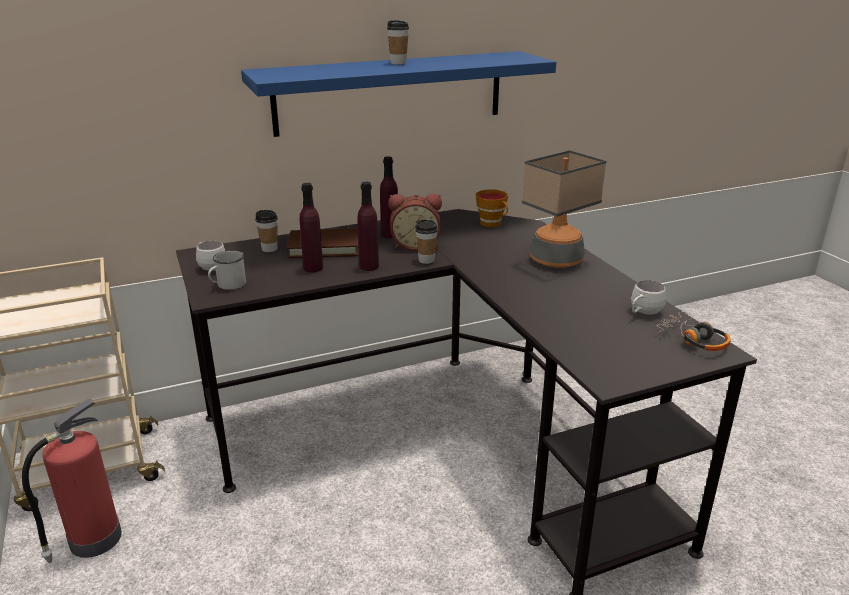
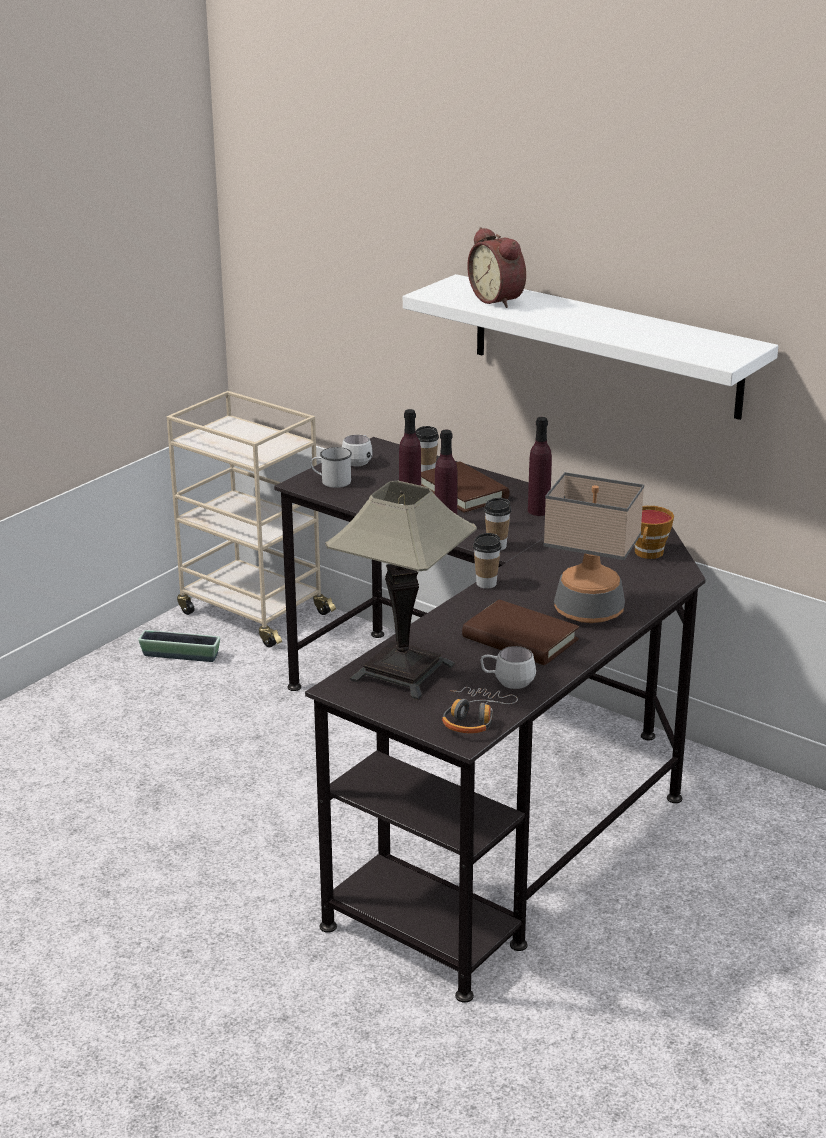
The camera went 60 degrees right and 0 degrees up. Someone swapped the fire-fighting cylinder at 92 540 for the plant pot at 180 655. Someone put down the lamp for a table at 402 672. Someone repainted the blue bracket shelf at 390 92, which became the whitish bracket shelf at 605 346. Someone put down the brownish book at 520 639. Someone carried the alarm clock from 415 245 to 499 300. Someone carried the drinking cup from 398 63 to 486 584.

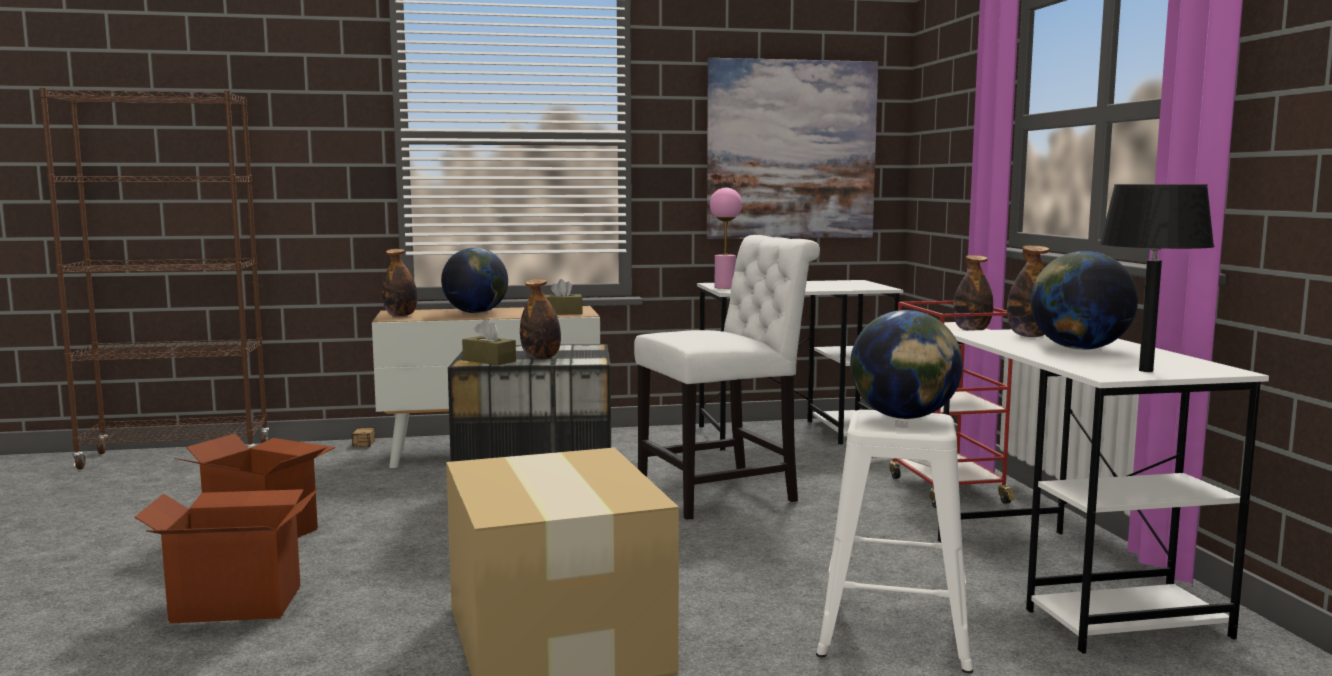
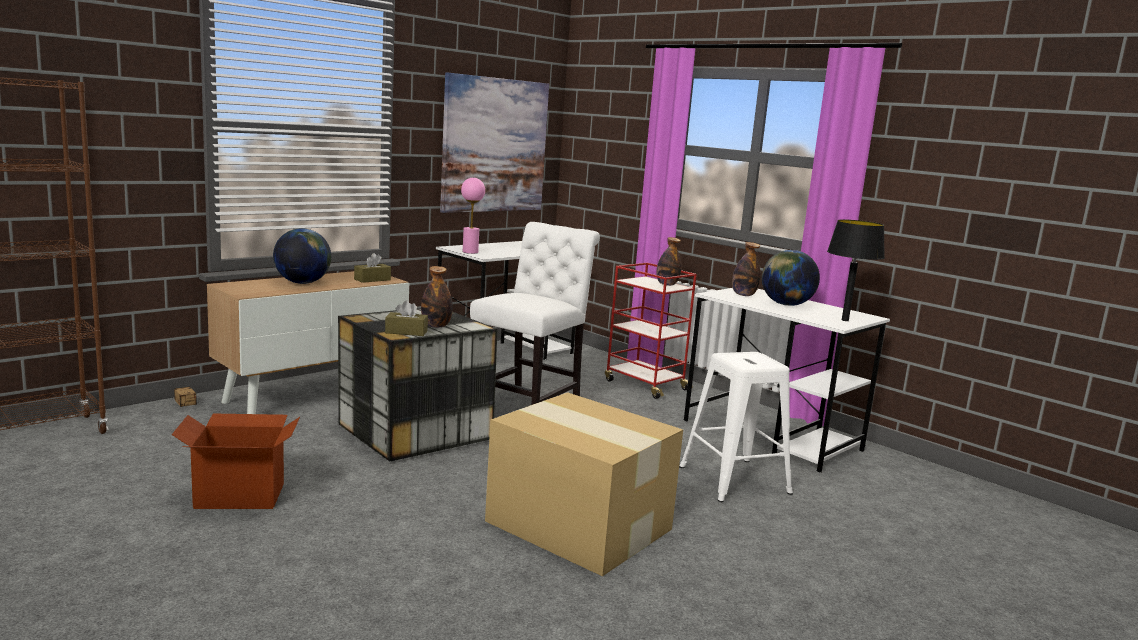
The camera went 35 degrees left and 5 degrees up. Someone took away the cardboard box at 237 603. Someone took away the bottle at 401 315. Someone took away the globe at 904 417.

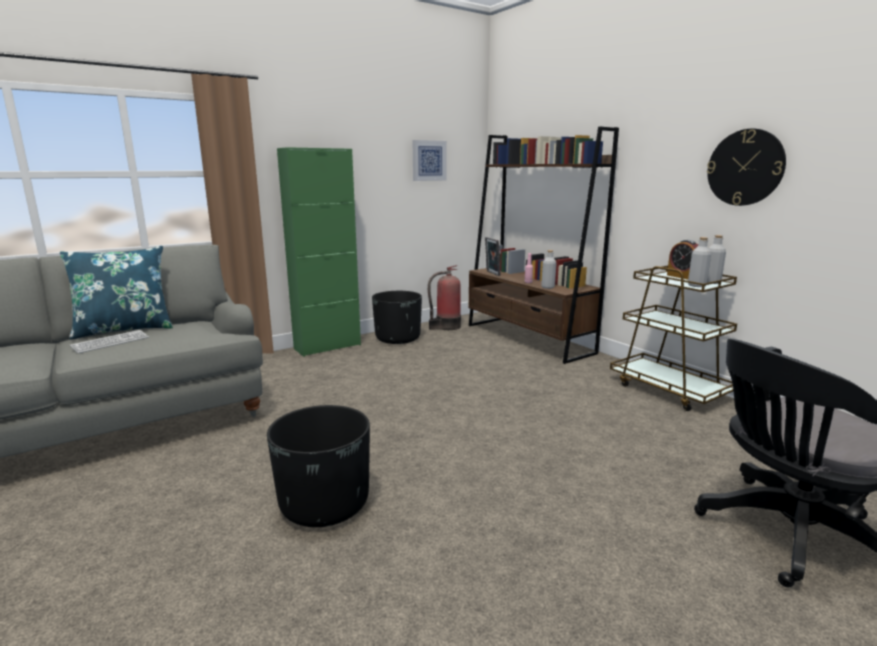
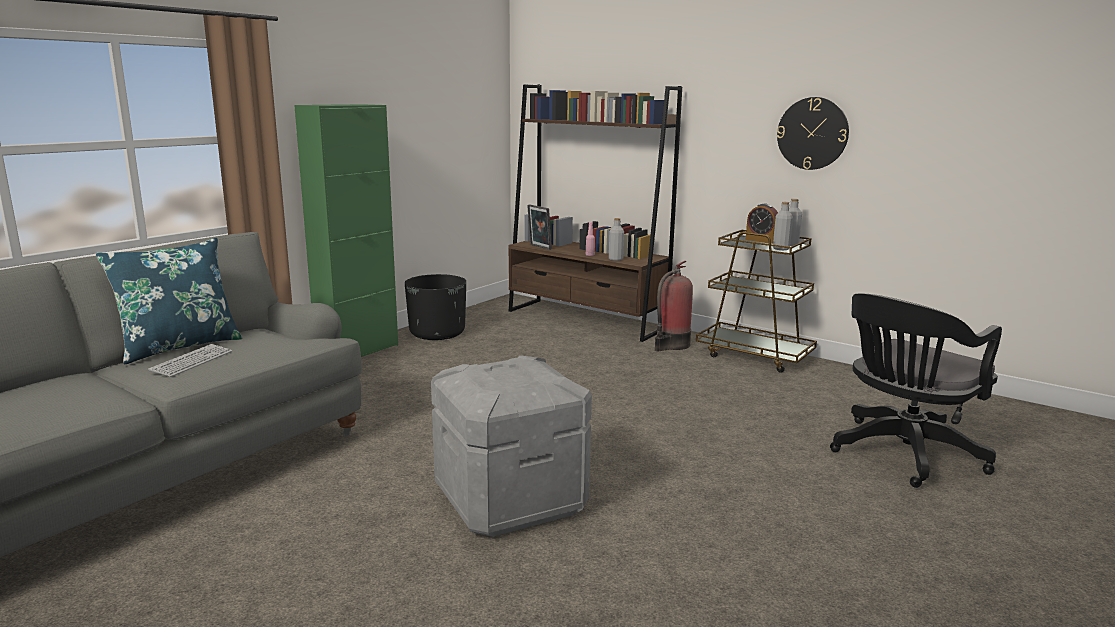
The camera went 20 degrees left and 0 degrees up. Someone swapped the black-coloured plant pot at 324 504 for the grey storage box at 509 500. Someone carried the fire-fighting cylinder from 446 327 to 671 345. Someone took away the wall art at 429 160.

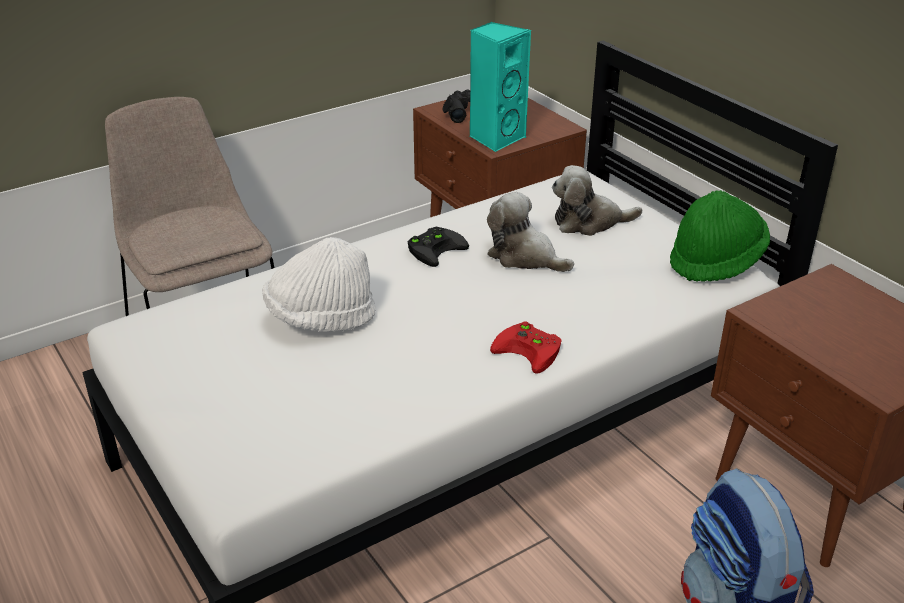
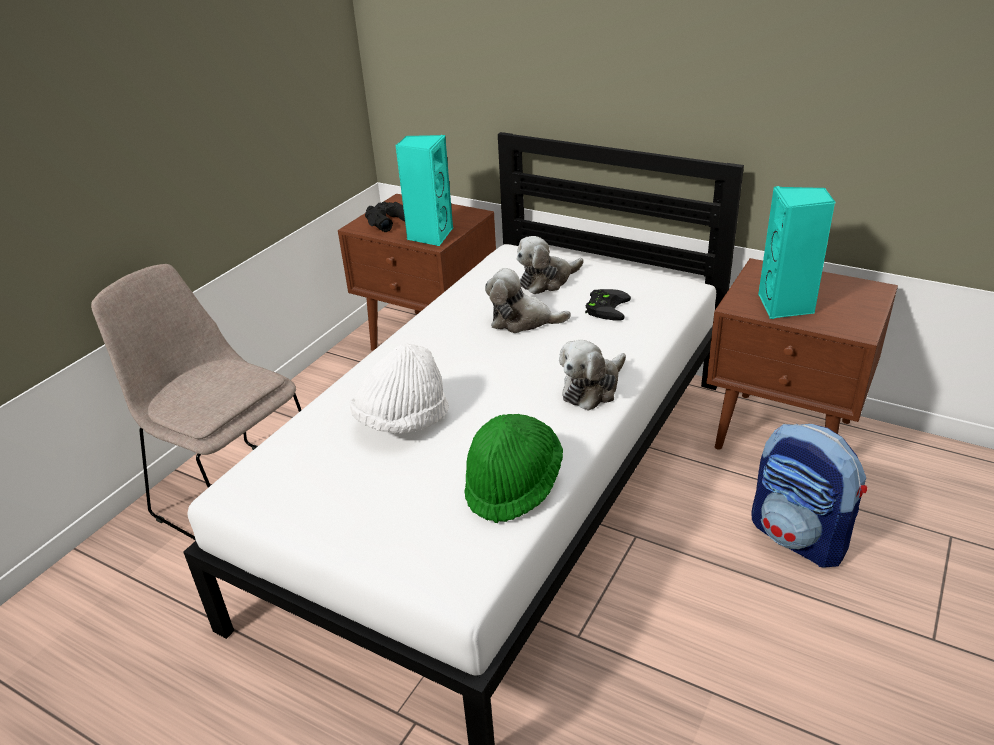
The camera went 25 degrees left and 0 degrees up. Someone carried the green-coloured clothing hat from 716 261 to 513 485. Someone swapped the red game controller at 531 350 for the plush toy at 592 388. Someone carried the black-coloured game controller from 435 248 to 605 307. Someone put down the turquoise audio speaker at 786 306.

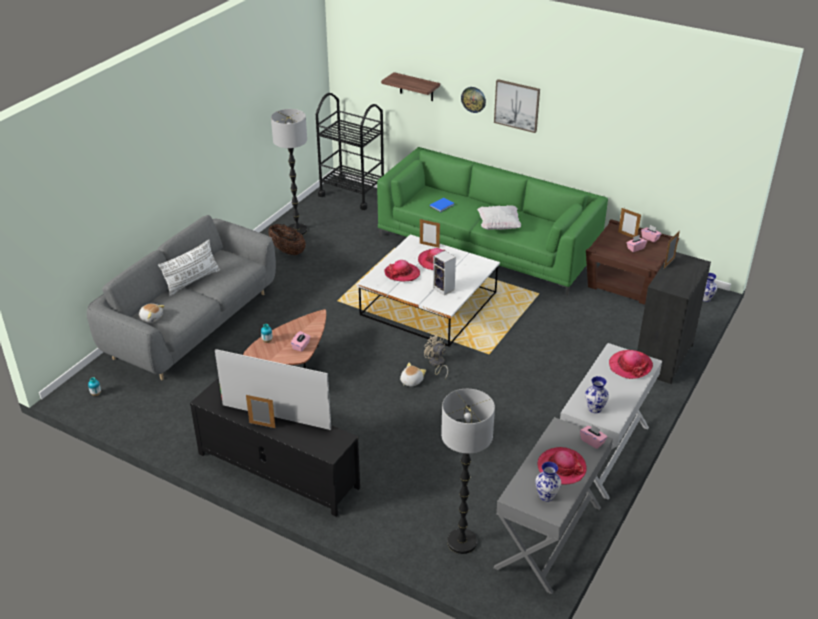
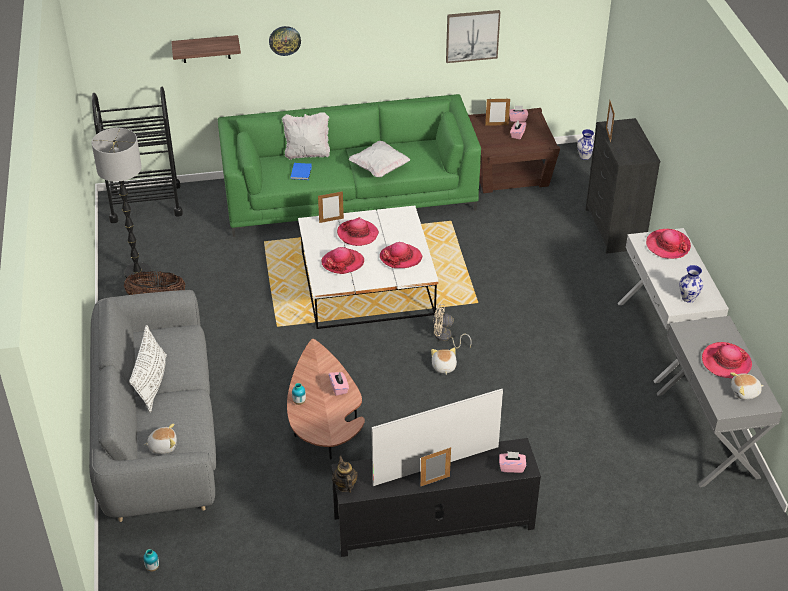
The camera went 40 degrees left and 5 degrees up. Someone put down the whitish cushion at 307 154. Someone put down the teapot at 345 485. Someone swapped the audio speaker at 444 289 for the clothing hat at 400 258. Someone carried the wall art from 517 105 to 472 35. Someone carried the pink-coloured tissue holder from 592 441 to 511 467. Someone swapped the vase at 546 496 for the plush toy at 745 392. Someone took away the standing lamp at 462 542.

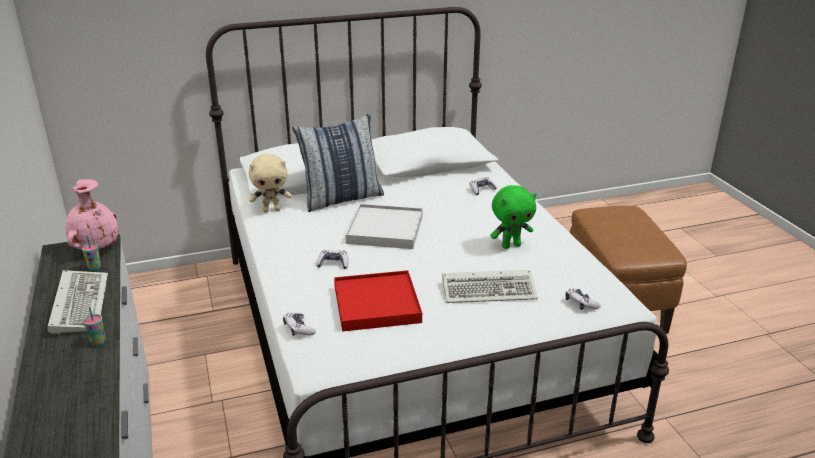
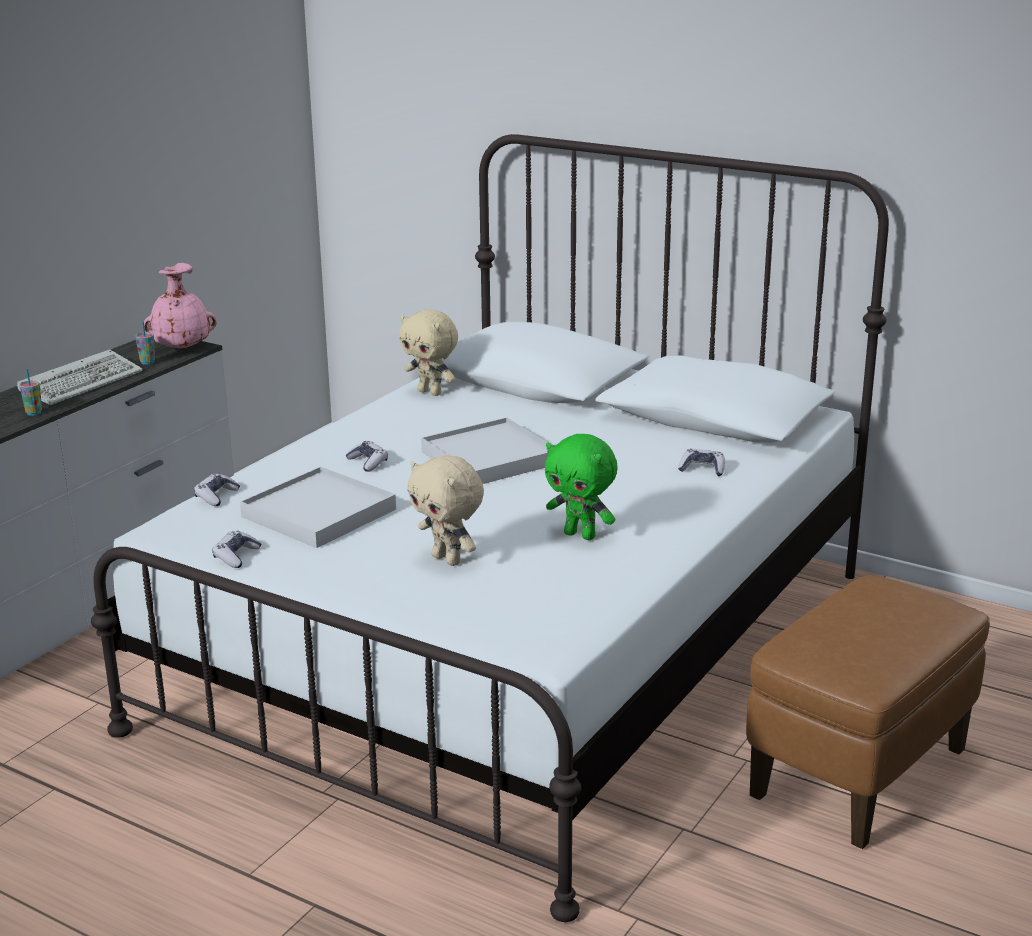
The camera went 50 degrees right and 5 degrees down. Someone carried the game controller from 581 303 to 236 556. Someone repainted the red tray at 376 304, which became the whitish tray at 318 513. Someone swapped the keyboard at 491 290 for the sand-coloured plush toy at 448 559. Someone took away the cushion at 341 198.

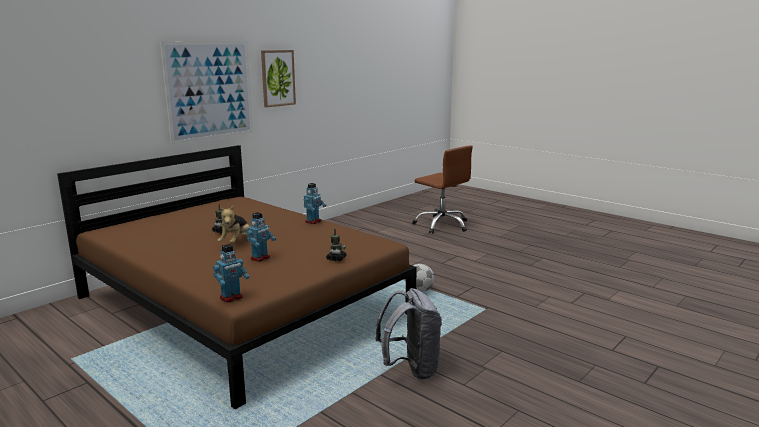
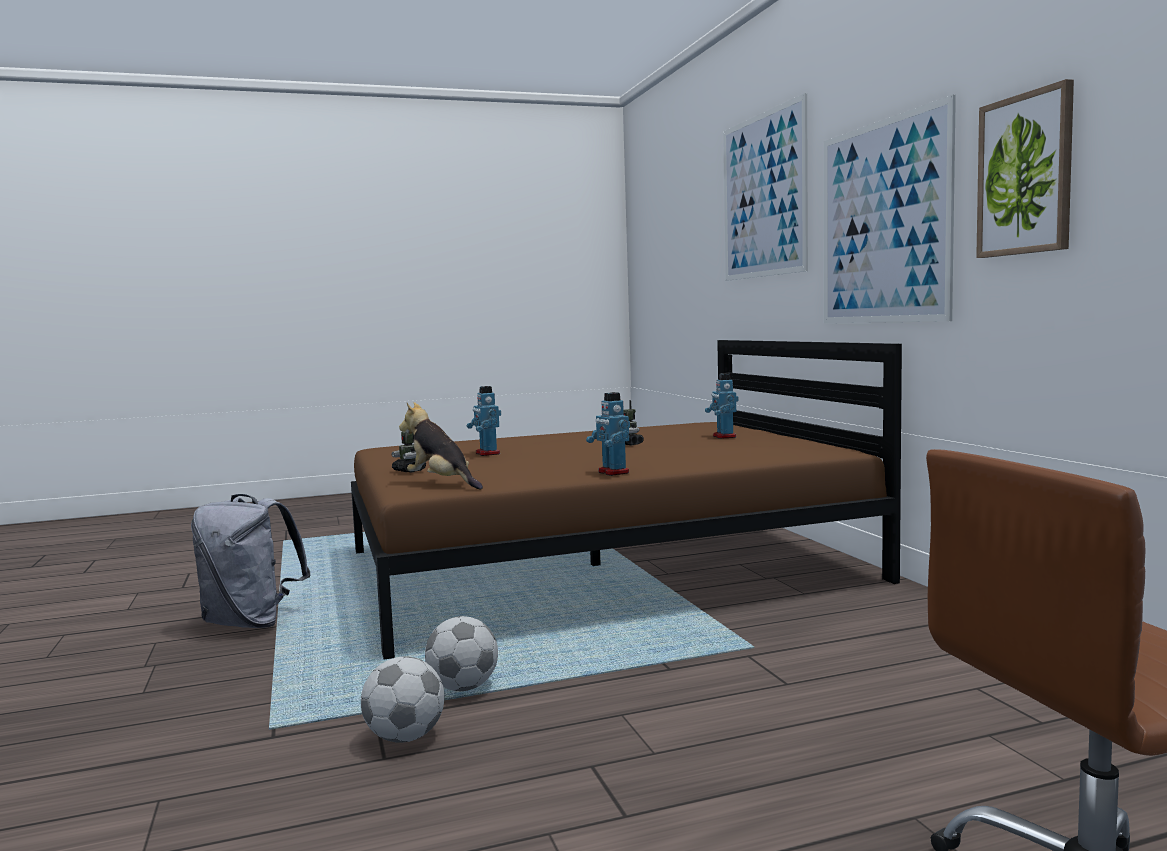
The camera went 120 degrees right and 10 degrees down. Someone put down the ball for football at 405 738. Someone carried the plush toy from 236 242 to 442 483. Someone carried the robot figure from 231 298 to 724 437. Someone put up the wall art at 763 196.

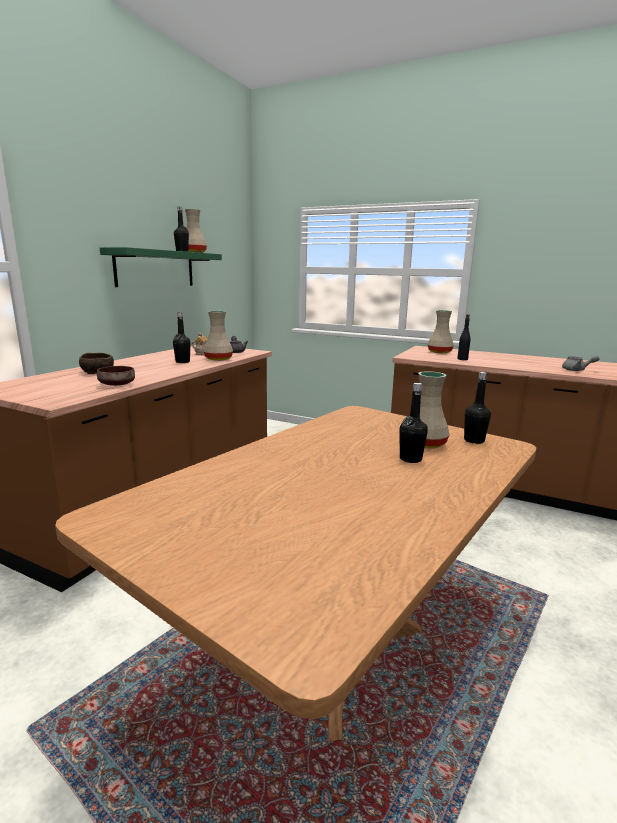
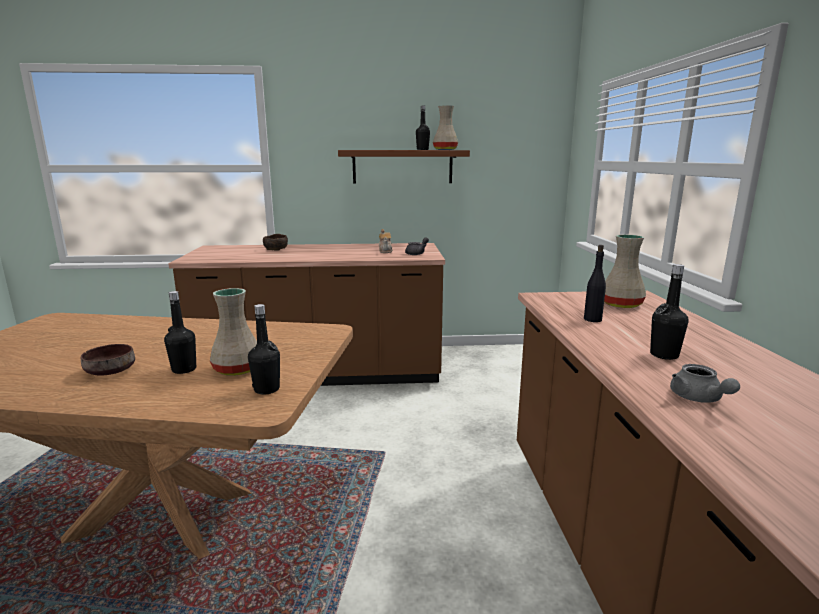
The camera went 60 degrees right and 0 degrees up. Someone carried the brownish bowl from 118 384 to 111 372. Someone repainted the green-coloured bracket shelf at 155 268, which became the brownish bracket shelf at 402 167. Someone carried the black-coloured bottle from 182 362 to 664 355. Someone took away the sand-coloured vase at 218 359.

